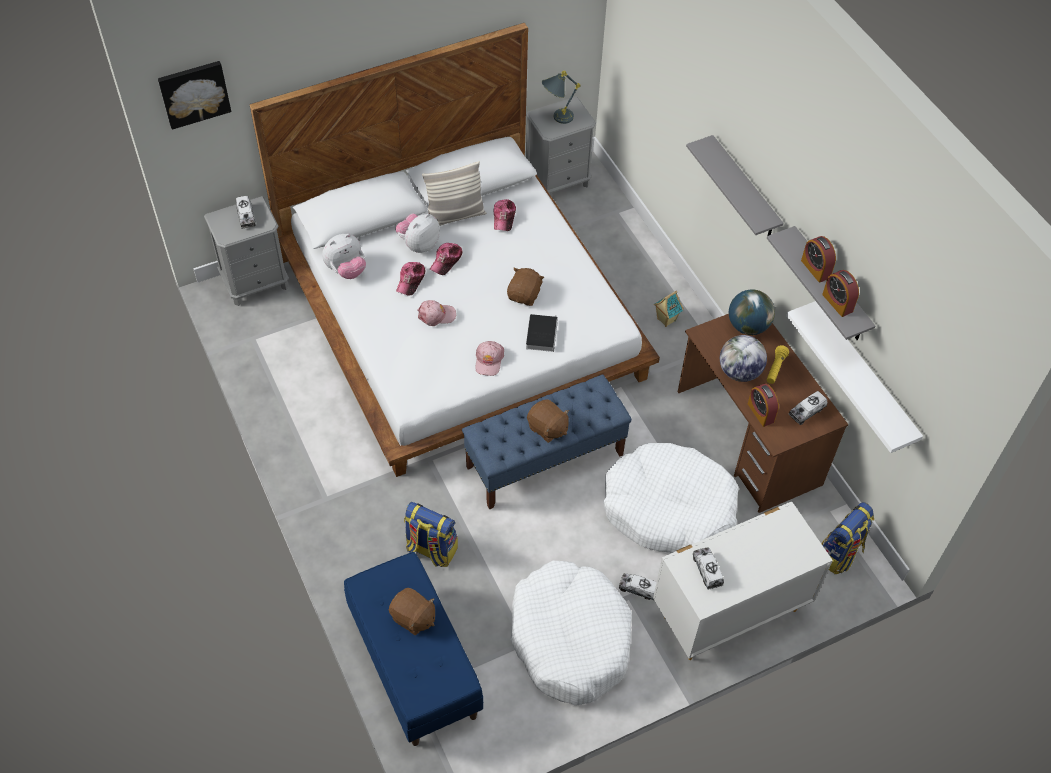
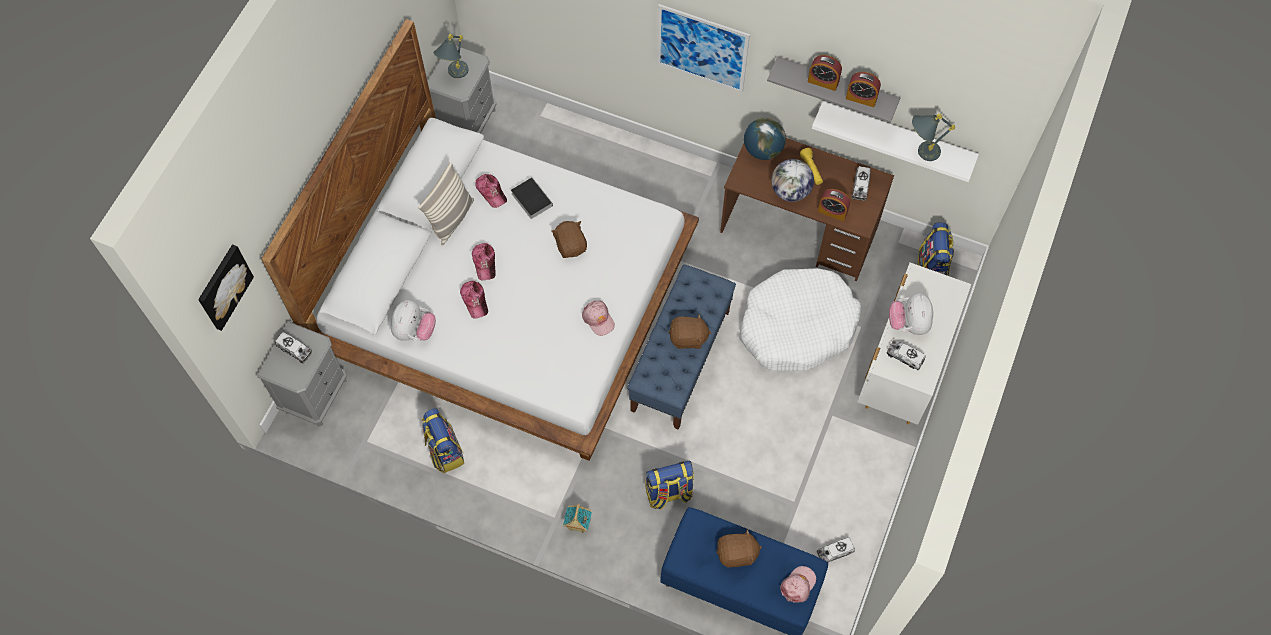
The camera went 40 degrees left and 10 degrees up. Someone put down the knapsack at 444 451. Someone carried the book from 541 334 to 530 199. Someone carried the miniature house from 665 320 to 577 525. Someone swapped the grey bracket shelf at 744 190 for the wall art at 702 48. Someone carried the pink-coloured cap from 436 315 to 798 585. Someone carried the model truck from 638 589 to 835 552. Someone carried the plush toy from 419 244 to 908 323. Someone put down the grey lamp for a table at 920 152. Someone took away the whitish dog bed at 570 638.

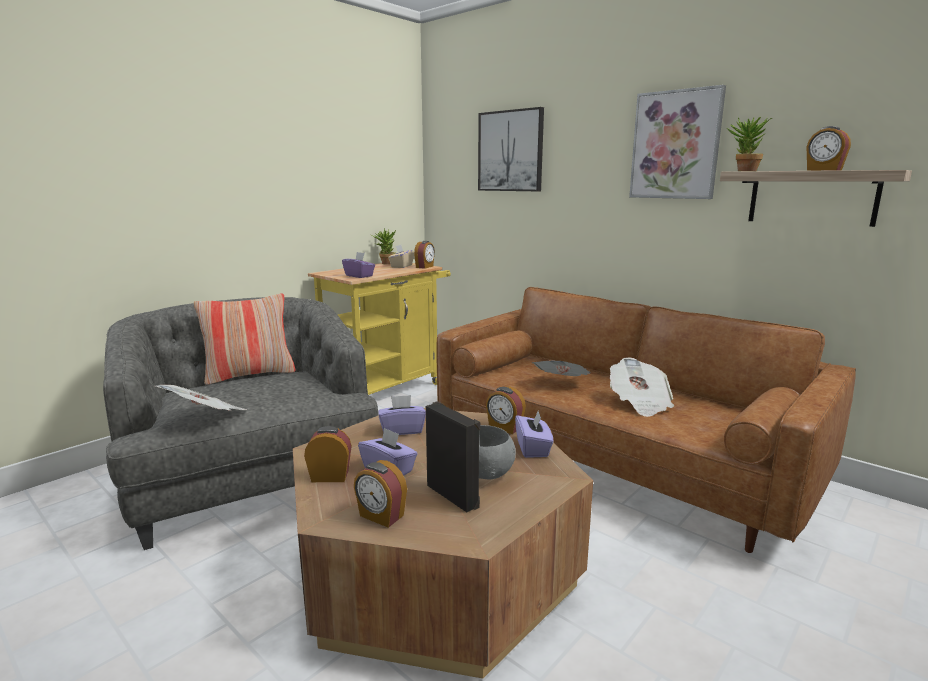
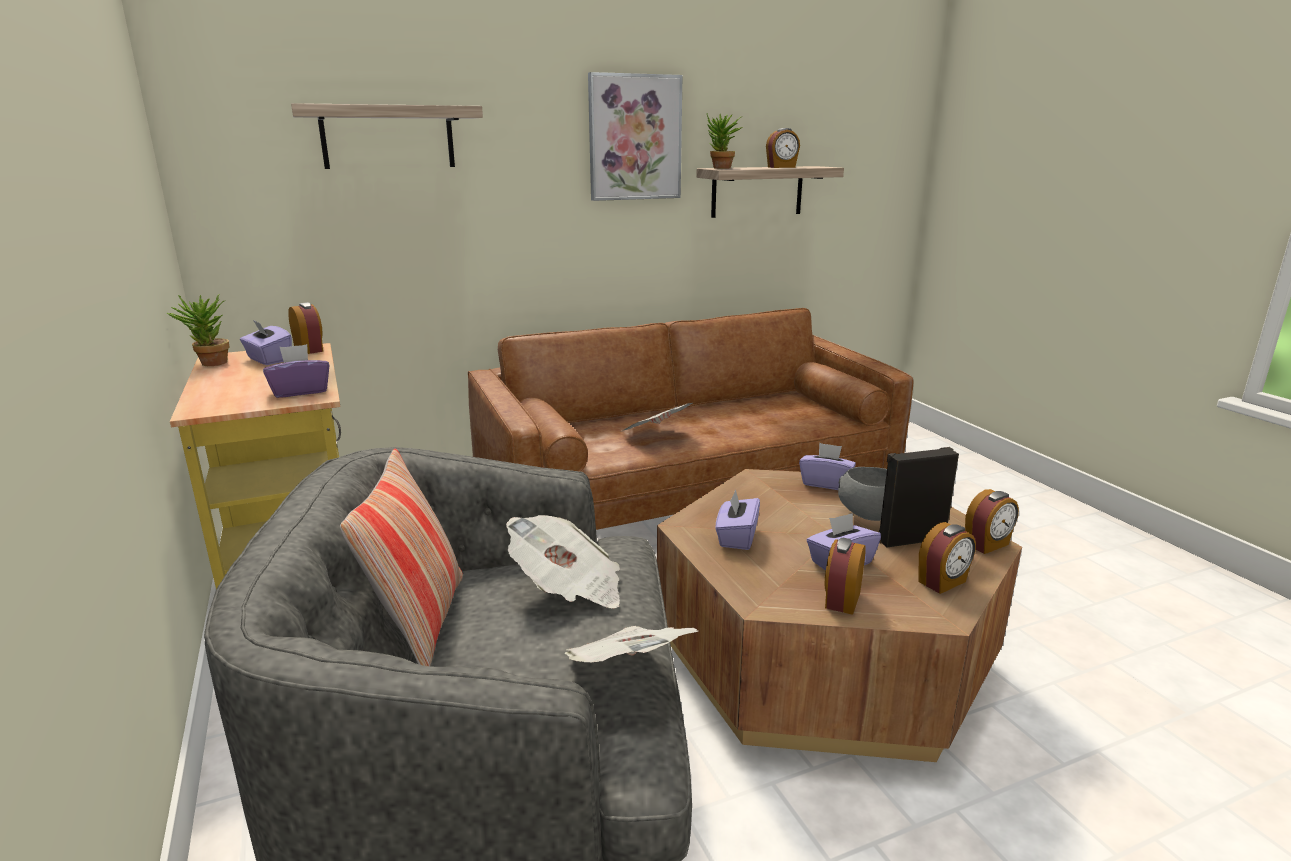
The camera went 65 degrees left and 5 degrees up. Someone repainted the sand-coloured tissue holder at 401 266, which became the purple tissue holder at 269 359. Someone swapped the wall art at 510 151 for the bracket shelf at 388 137. Someone carried the newspaper from 639 403 to 568 588. Someone carried the alarm clock from 504 428 to 987 544.

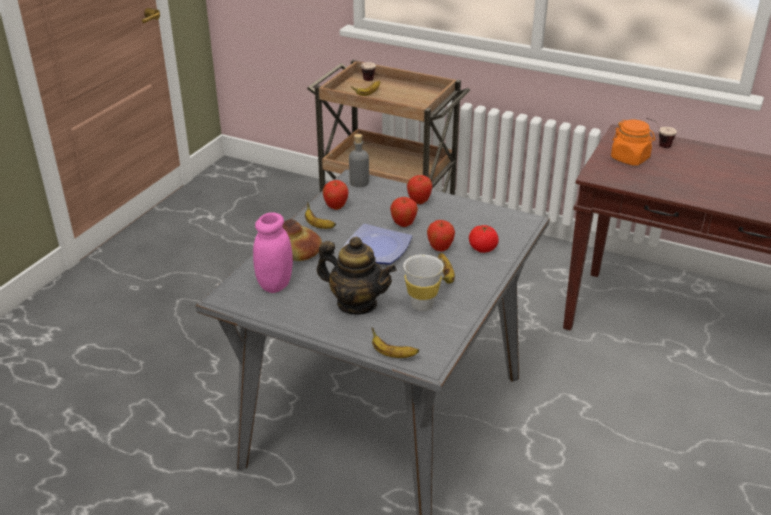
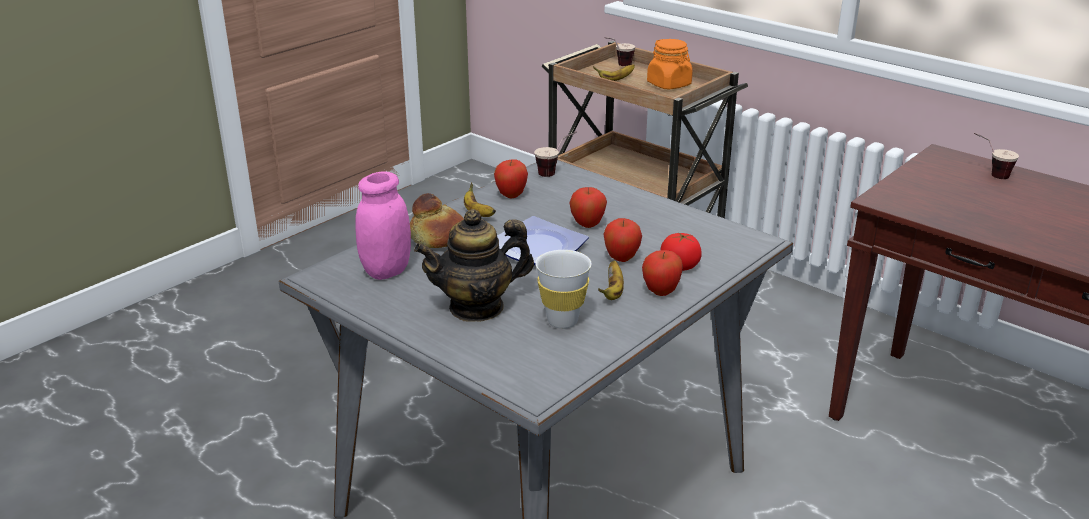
The camera went 15 degrees right and 5 degrees down. Someone rotated the teapot at 356 304 by 120 degrees clockwise. Someone swapped the grey bottle at 359 182 for the drinking cup at 555 172. Someone carried the whole apple from 419 202 to 661 292. Someone carried the orange-coloured storage jar from 630 158 to 669 84. Someone took away the whole banana at 392 354.

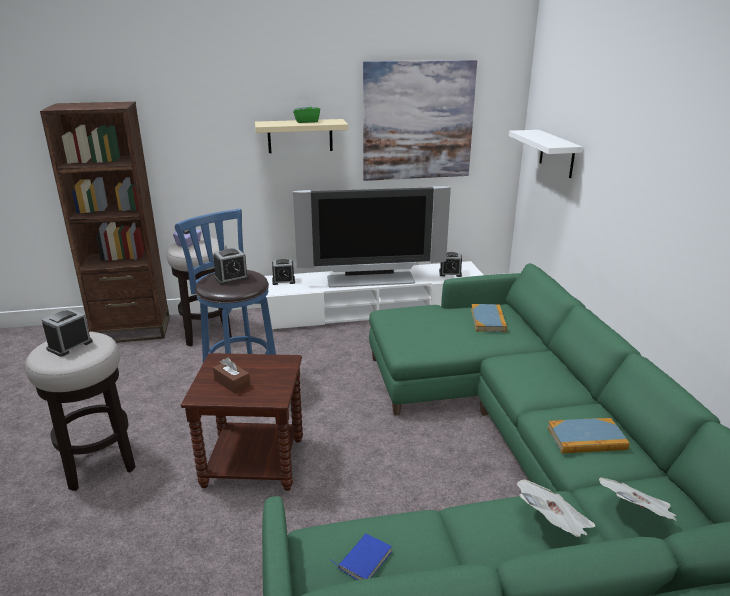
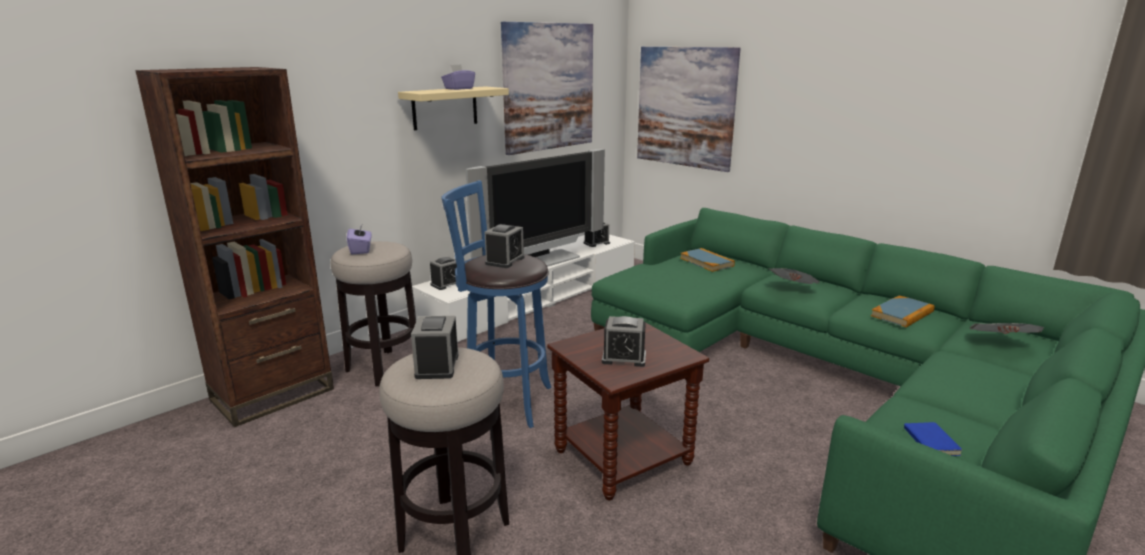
The camera went 35 degrees left and 5 degrees down. Someone repainted the green-coloured tissue holder at 306 121, which became the purple tissue holder at 458 89. Someone swapped the brownish tissue holder at 232 383 for the alarm clock at 624 358. Someone swapped the whitish bracket shelf at 557 154 for the wall art at 685 107. Someone carried the newspaper from 553 524 to 793 289.

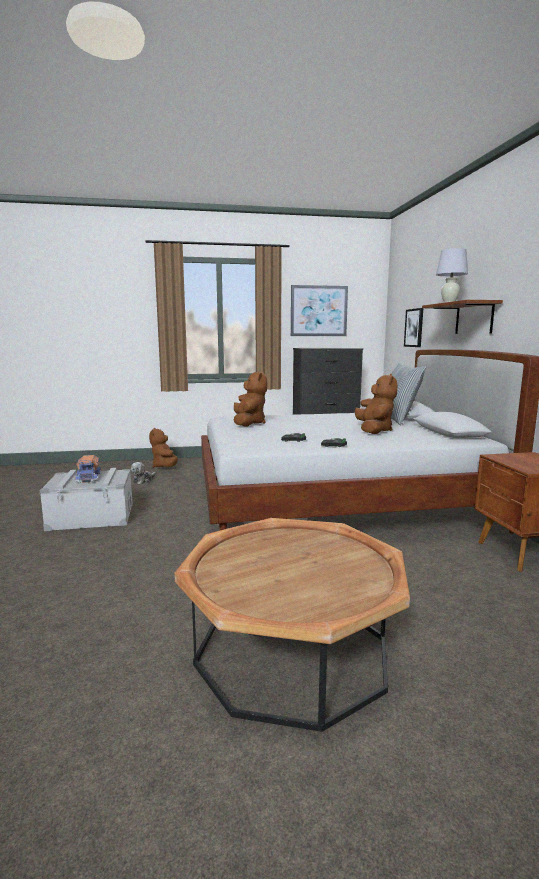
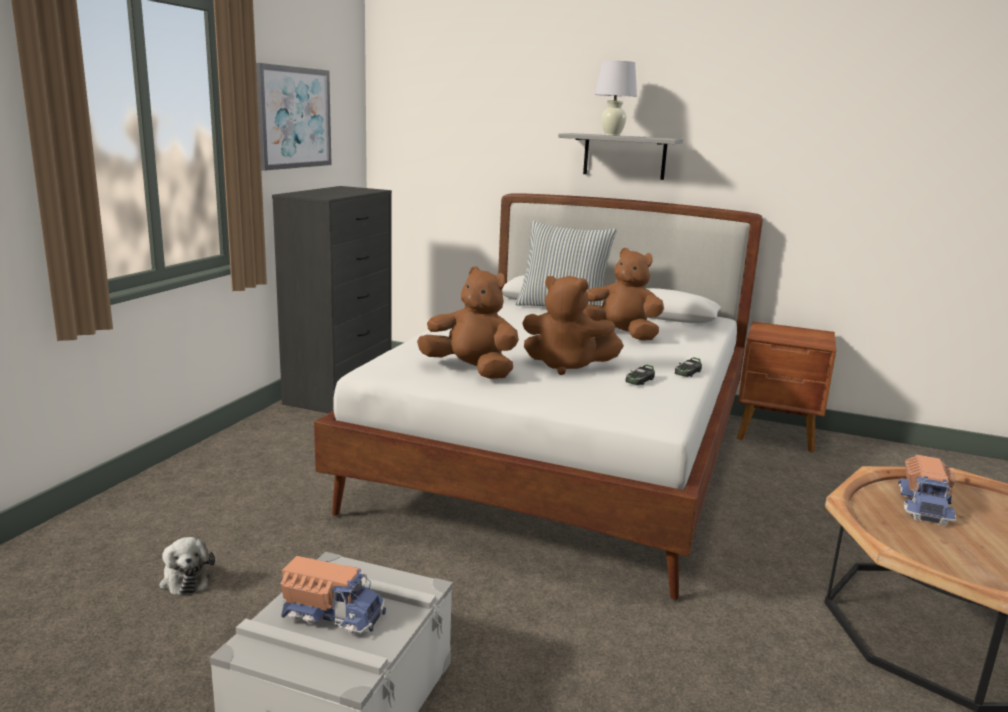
The camera went 60 degrees left and 5 degrees up. Someone carried the brownish plush toy from 165 467 to 566 366. Someone repainted the brownish bracket shelf at 474 318, which became the grey bracket shelf at 624 156. Someone put down the model truck at 925 506. Someone took away the wall art at 414 328.

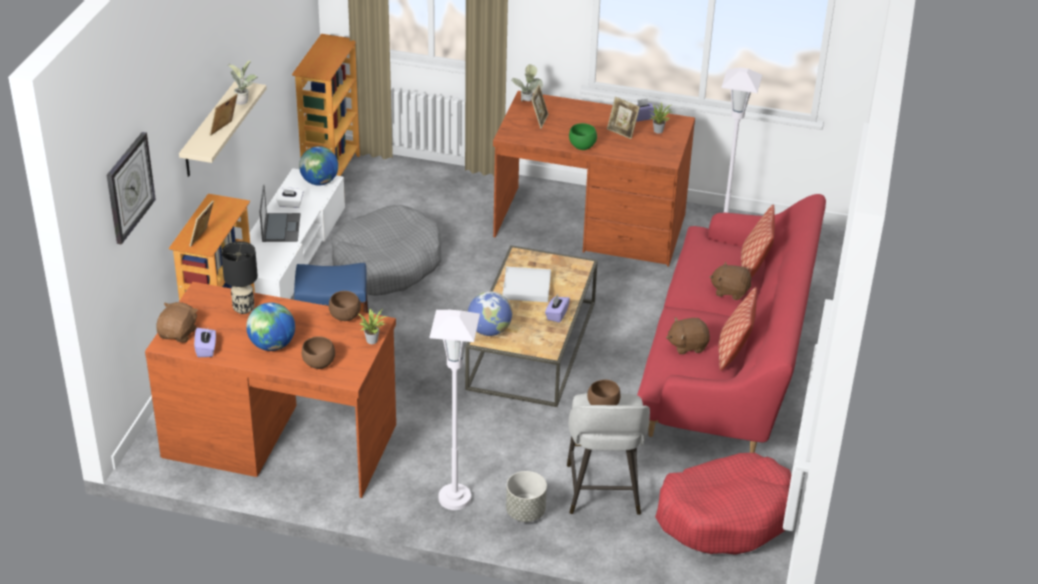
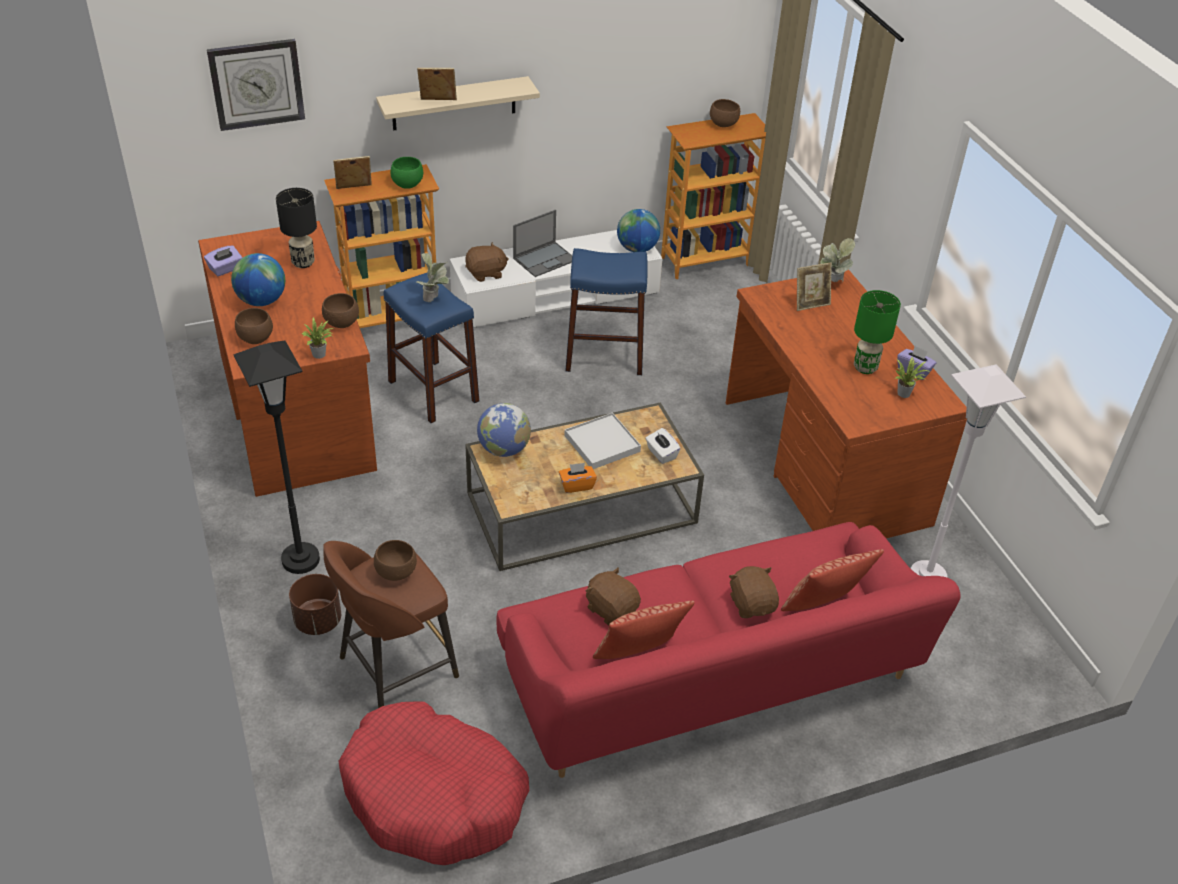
The camera went 55 degrees right and 5 degrees up. Someone repainted the whitish standing lamp at 454 498, which became the black-coloured standing lamp at 300 559. Someone repainted the grey plant pot at 525 512, which became the brownish plant pot at 317 621. Someone repainted the grey sitting stool at 603 491, which became the brownish sitting stool at 395 668. Someone carried the green-coloured bowl from 582 147 to 406 185. Someone carried the houseplant from 244 100 to 434 299. Someone carried the brownish plush toy from 178 333 to 486 273. Someone repainted the purple tissue holder at 556 315, which became the orange-coloured tissue holder at 577 485. Someone swapped the grey dog bed at 385 265 for the blue sitting stool at 604 356. Someone carried the whitish tissue holder from 290 204 to 661 454. Someone put down the brownish bowl at 724 124. Someone swapped the photo frame at 622 132 for the green-coloured lamp for a table at 865 368.

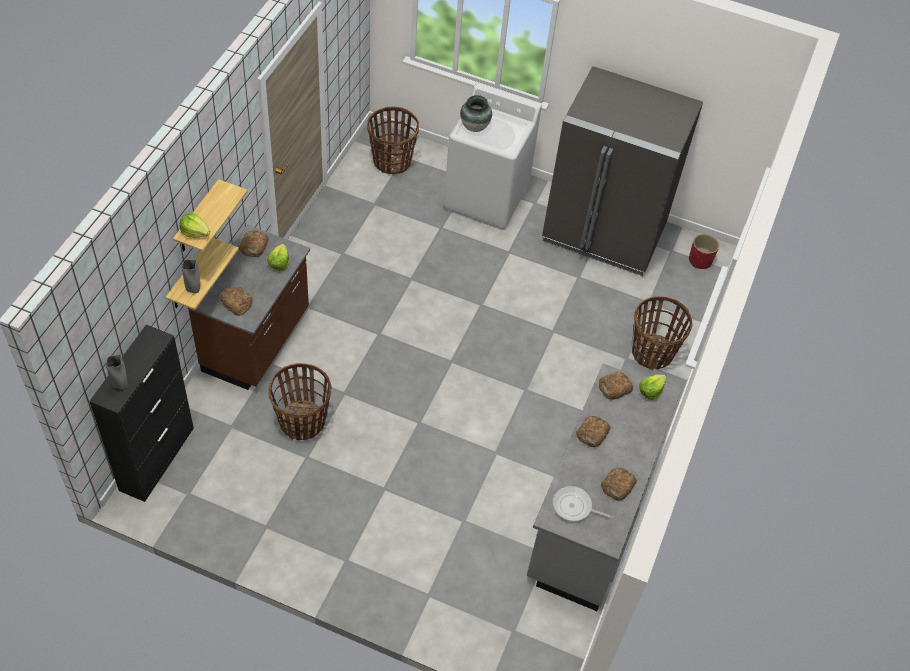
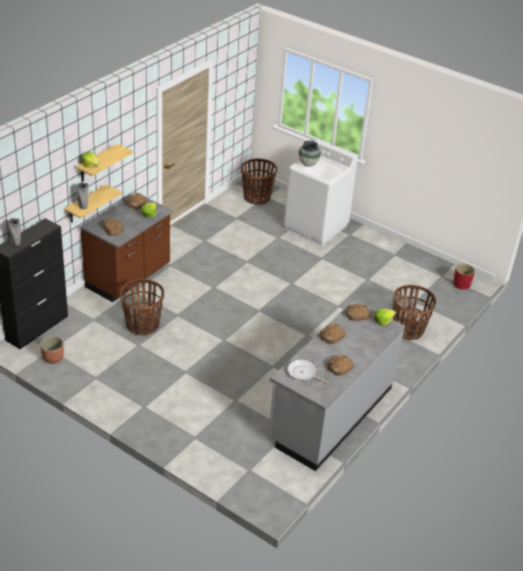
The camera went 15 degrees right and 15 degrees down. Someone put down the plant pot at 53 358. Someone took away the grey refrigerator at 604 233.

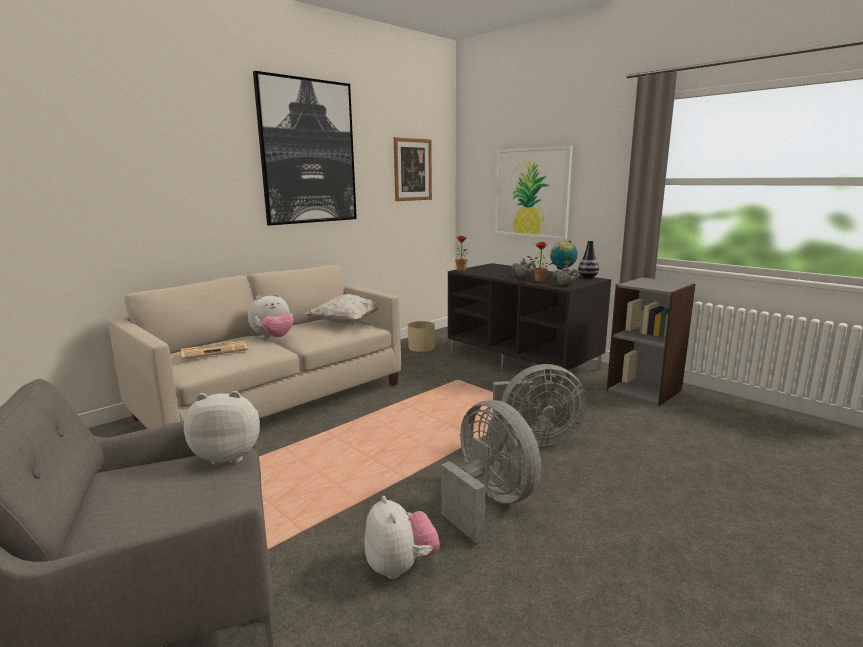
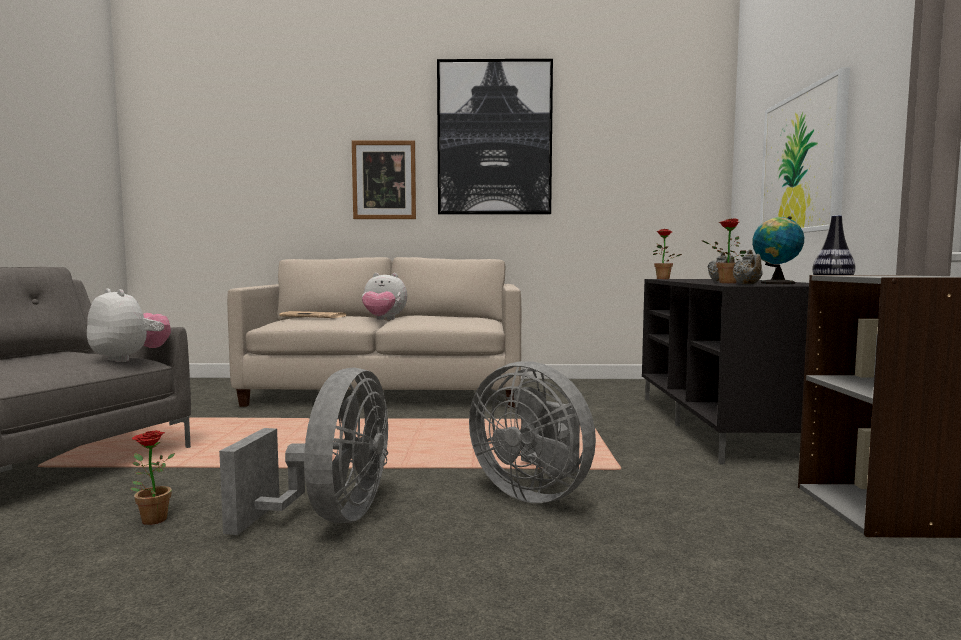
The camera went 45 degrees right and 10 degrees down. Someone swapped the plush toy at 400 566 for the houseplant at 150 519. Someone carried the wall art from 412 169 to 384 180. Someone took away the whitish cushion at 348 323. Someone took away the sand-coloured plant pot at 421 348.

